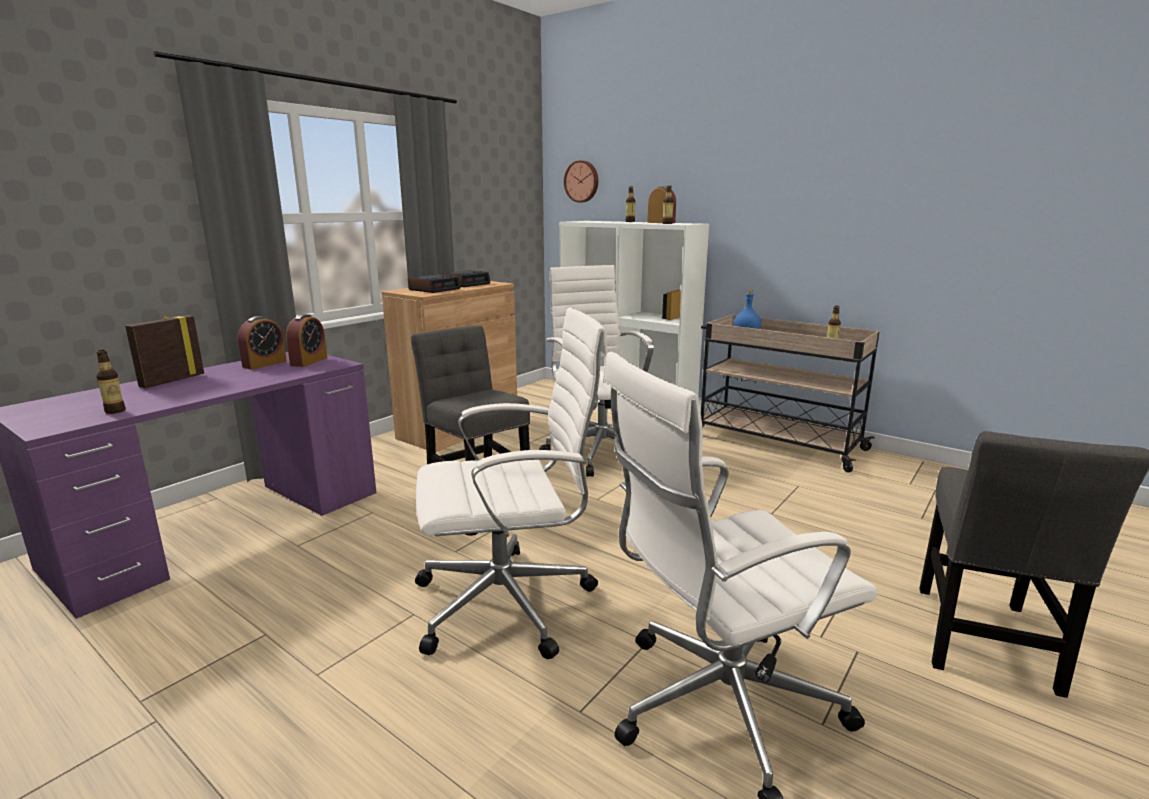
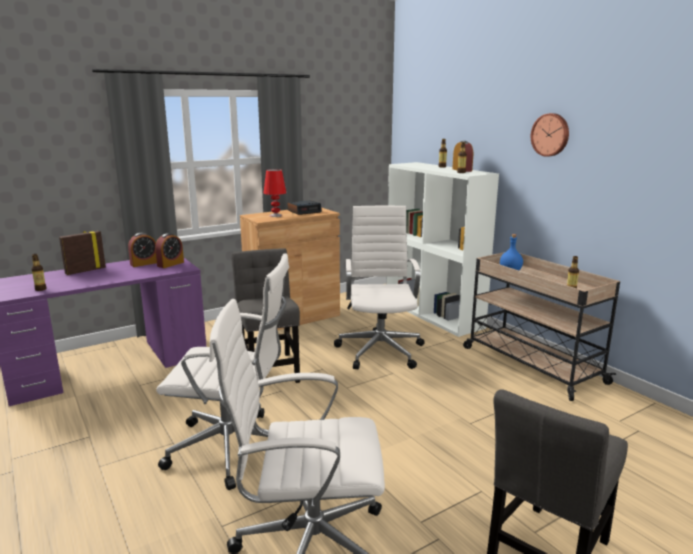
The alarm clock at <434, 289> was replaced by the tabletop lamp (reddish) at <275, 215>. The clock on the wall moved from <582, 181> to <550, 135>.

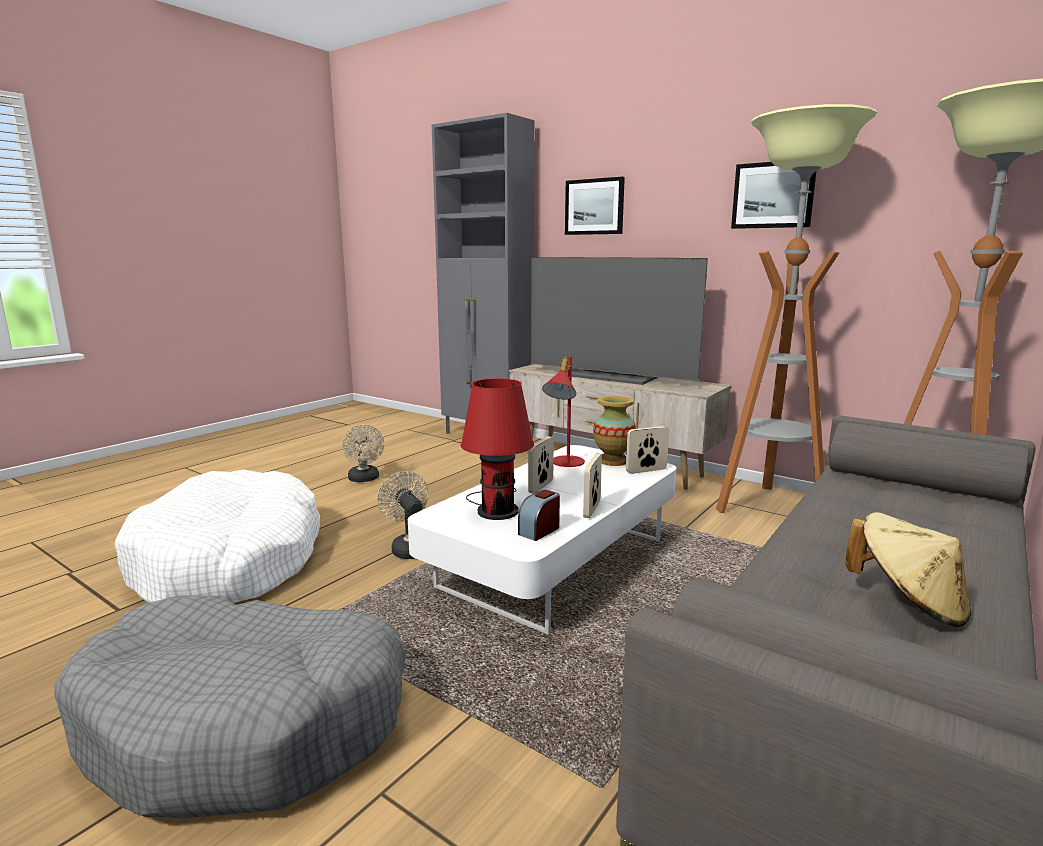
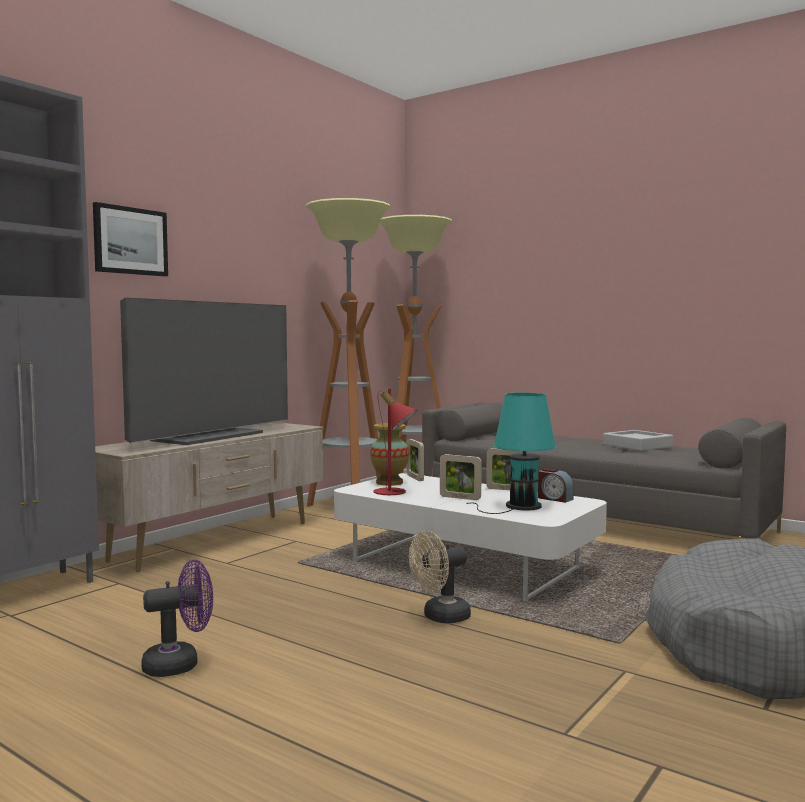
The dog cushion (white-coloured) at <230, 561> disappeared. The electric fan (beige) at <364, 479> became the electric fan (purple) at <180, 664>. The tabletop lamp (reddish) at <496, 509> became the tabletop lamp (blue-green) at <519, 506>. The wall art at <773, 195> disappeared. The hat (beige) at <907, 602> was replaced by the serving tray (gray) at <637, 445>.

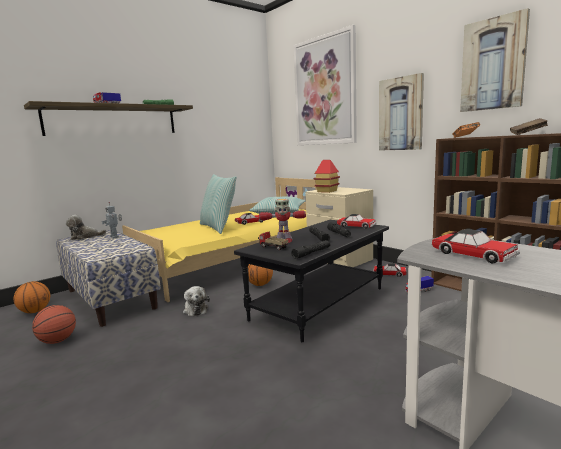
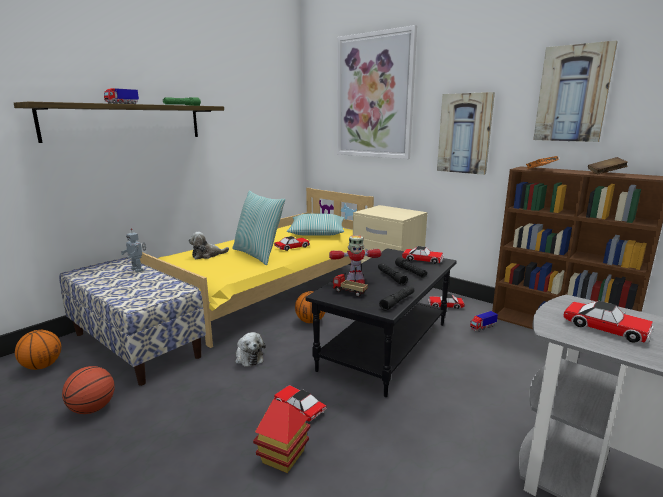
The plush toy moved from <85, 237> to <207, 255>. The toy house moved from <327, 191> to <283, 457>. The model car at <299, 407> appeared.

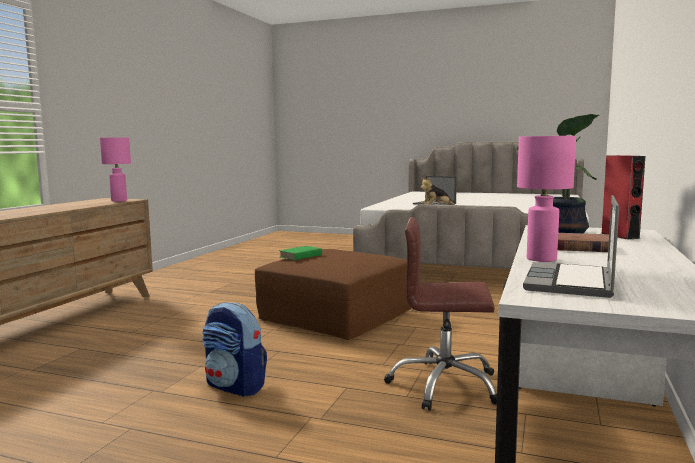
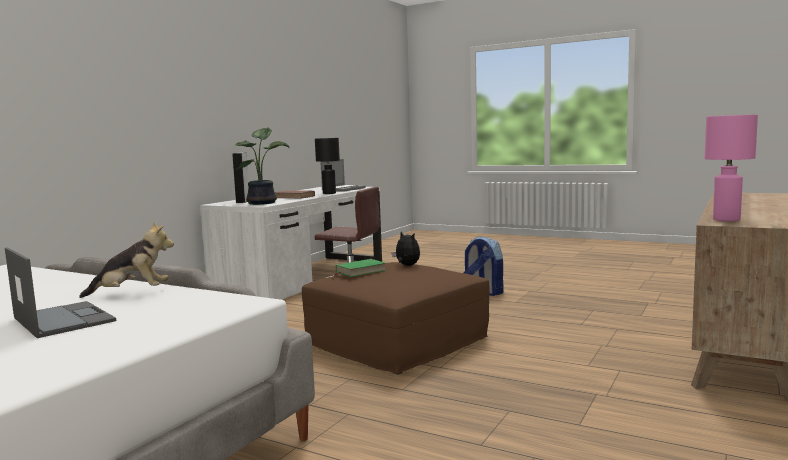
The bound book (green-coloured) moved from <301, 256> to <360, 271>. The tabletop lamp (pink-coloured) at <541, 259> became the tabletop lamp (blackish) at <329, 193>. The loudspeaker (reddish) at <620, 236> became the loudspeaker (gray) at <242, 201>. The plush toy at <406, 265> appeared.

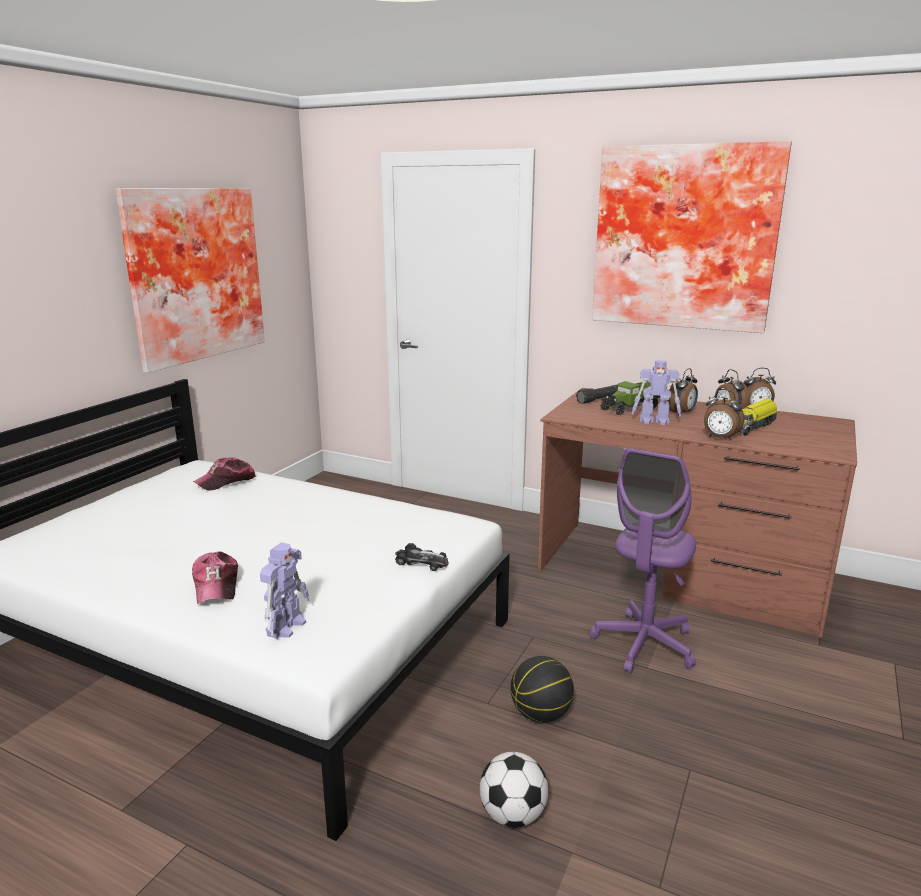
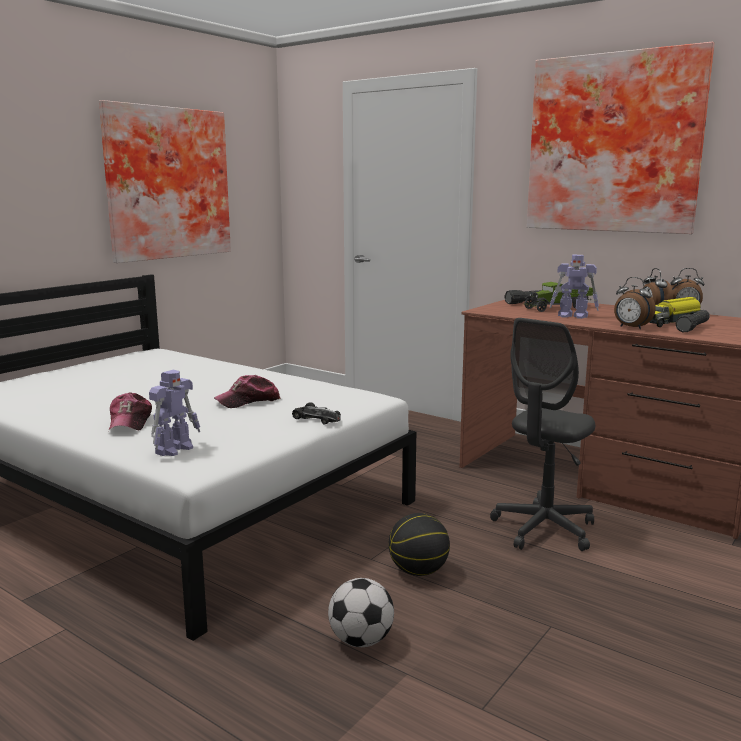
The cap moved from <226, 481> to <248, 401>. The office chair (purple) at <644, 644> became the office chair (gray) at <544, 529>. The alarm clock at <682, 413> disappeared. The torch (blackish) at <692, 328> appeared.

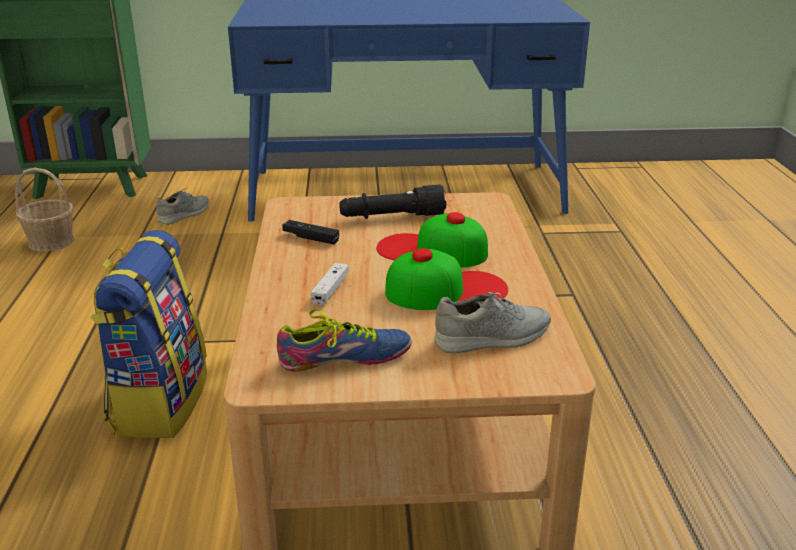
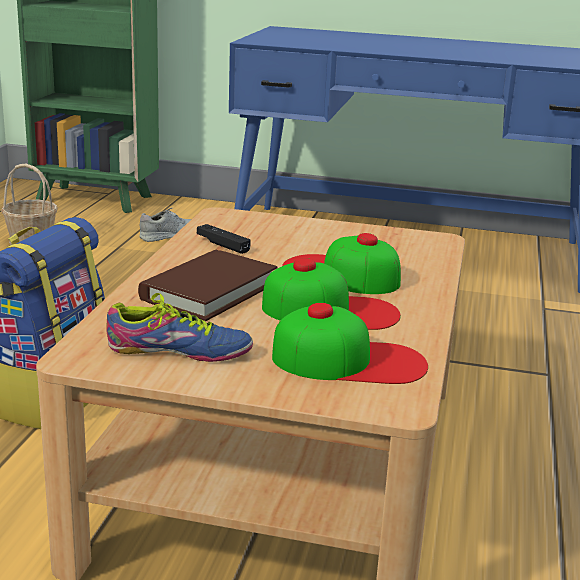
The joypad (white-coloured) at <330, 290> was replaced by the bound book (brownish) at <209, 291>. The torch (blackish) at <392, 217> disappeared. The low shoe (gray) at <493, 338> was replaced by the cap at <349, 360>.

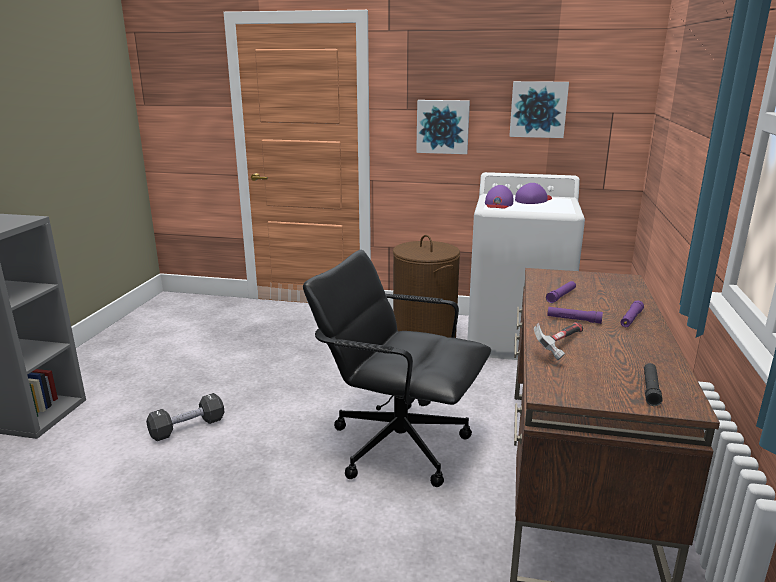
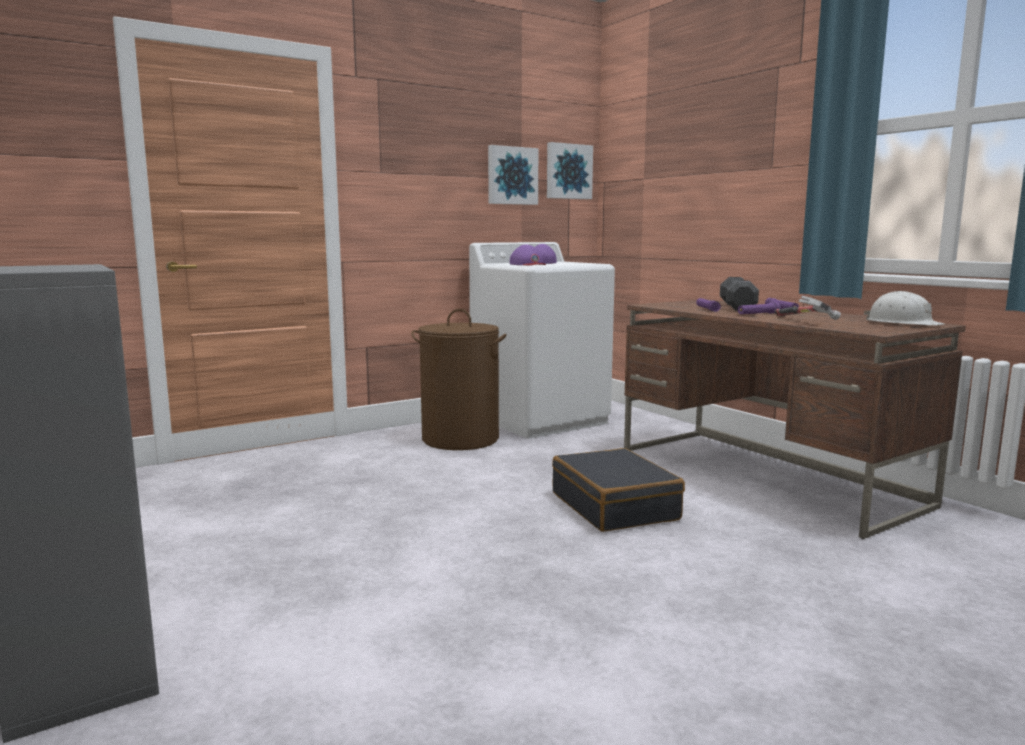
The hand weight (blackish) moved from <187, 427> to <737, 307>. The office chair (blackish) at <398, 444> was replaced by the travel case (blackish) at <615, 506>. The wall art moved from <443, 126> to <568, 171>. The torch (blackish) at <650, 389> was replaced by the hard hat (white-coloured) at <902, 323>.

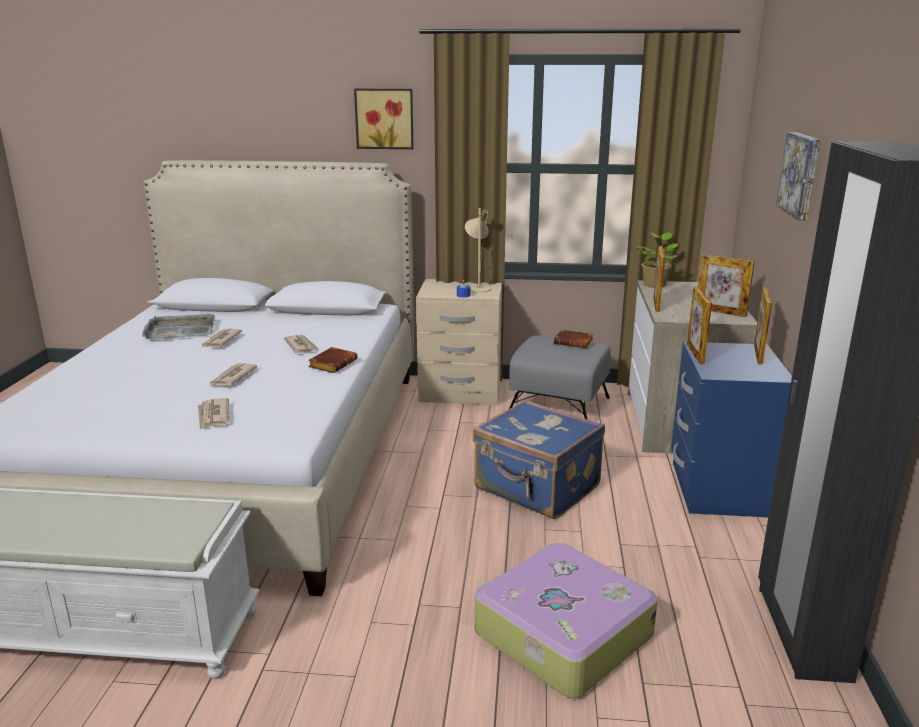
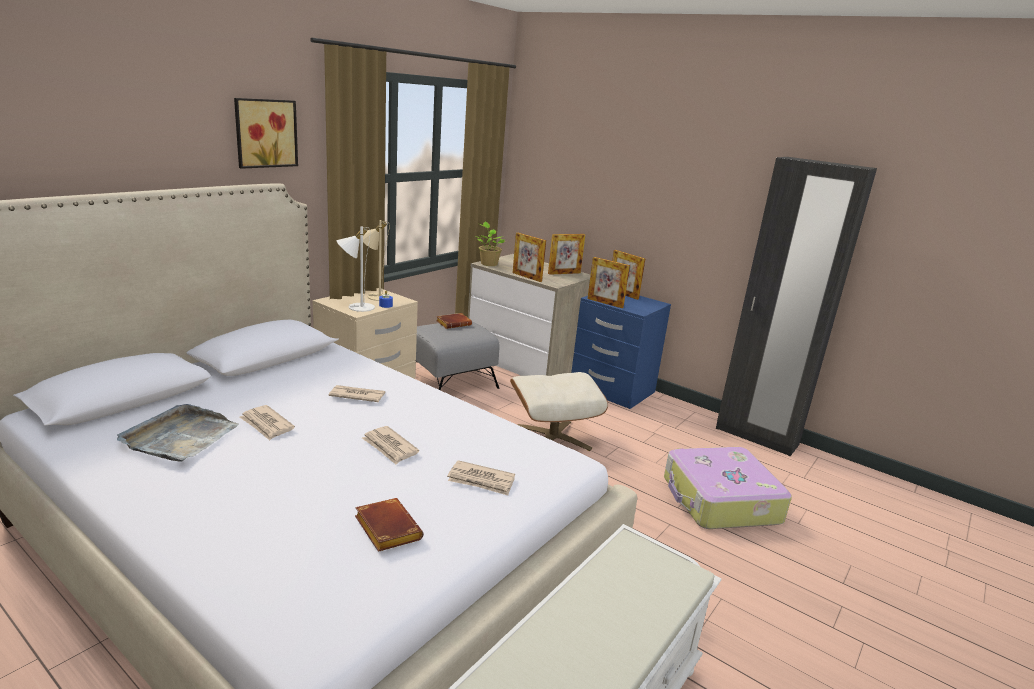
The bound book (brownish) moved from <332, 364> to <385, 529>. The travel case (blue) at <536, 489> was replaced by the ottoman (beige) at <552, 437>. The wall art at <801, 175> disappeared. The tabletop lamp (white-coloured) at <356, 306> appeared.

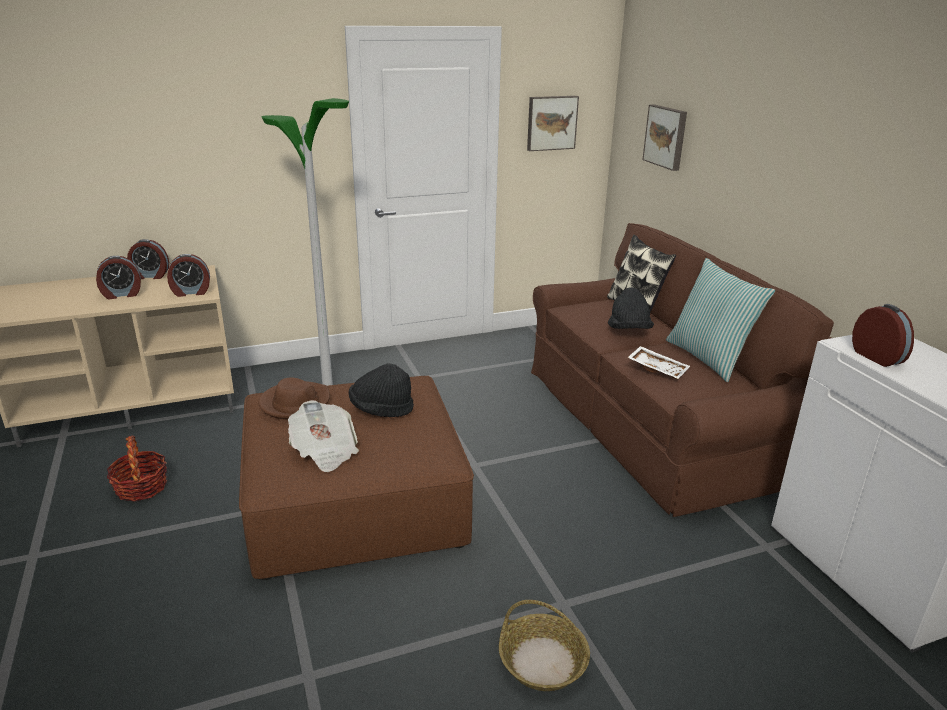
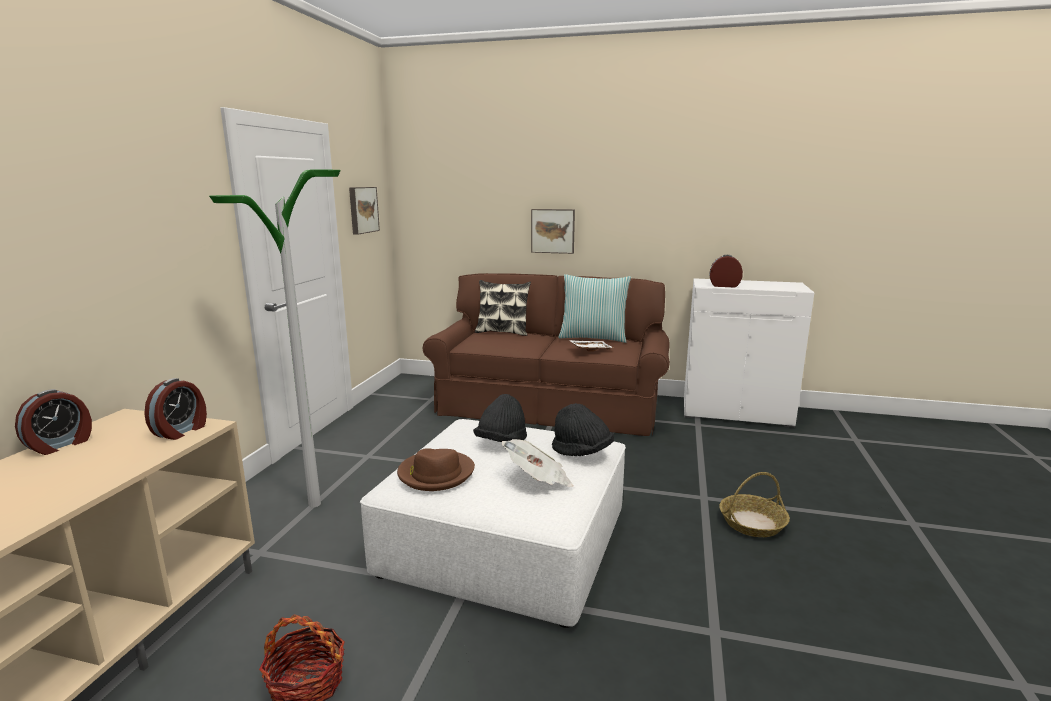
The alarm clock at <122, 294> disappeared. The ottoman (brownish) at <353, 498> became the ottoman (white-coloured) at <504, 541>. The hat (blackish) moved from <628, 330> to <582, 452>. The wall art moved from <666, 136> to <553, 231>.

